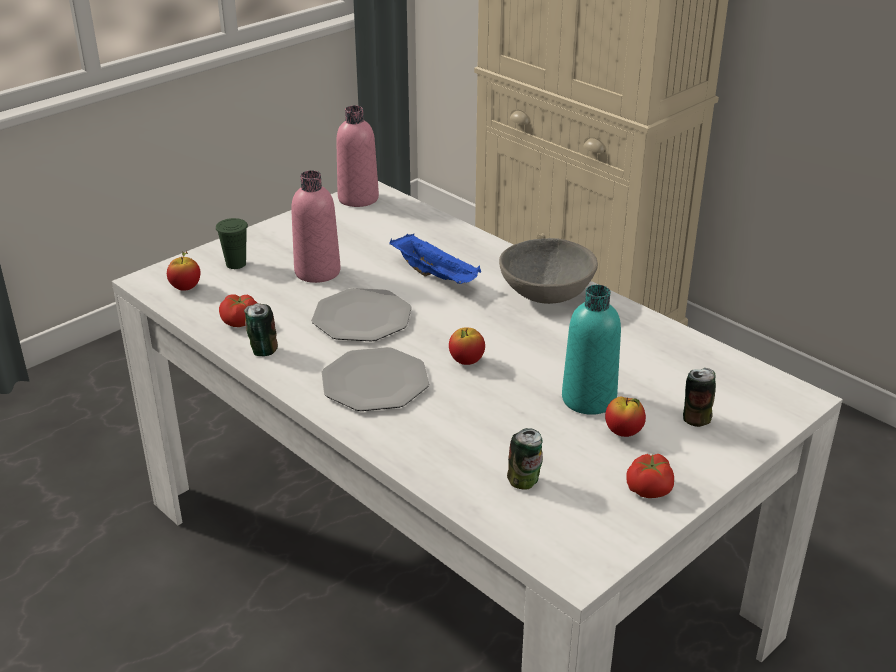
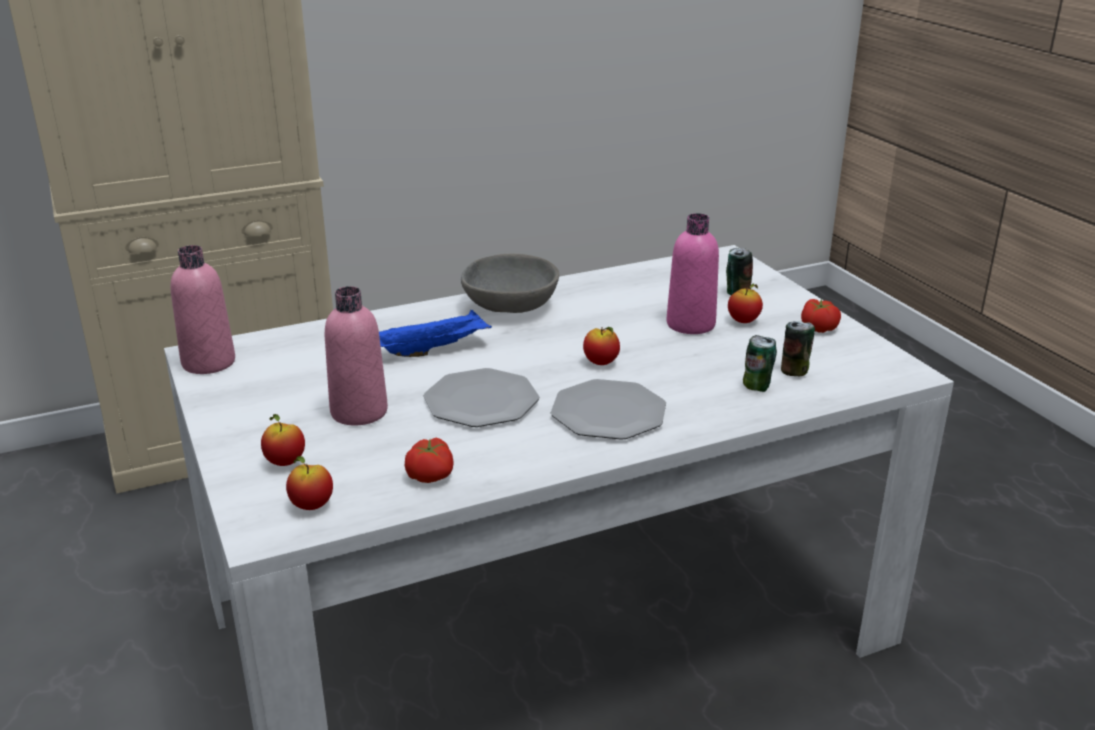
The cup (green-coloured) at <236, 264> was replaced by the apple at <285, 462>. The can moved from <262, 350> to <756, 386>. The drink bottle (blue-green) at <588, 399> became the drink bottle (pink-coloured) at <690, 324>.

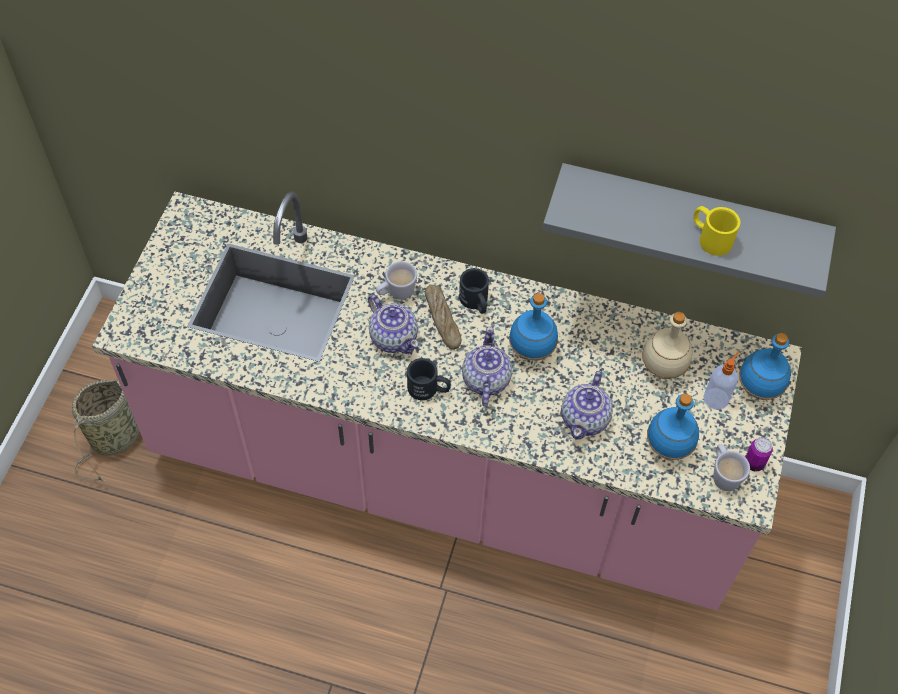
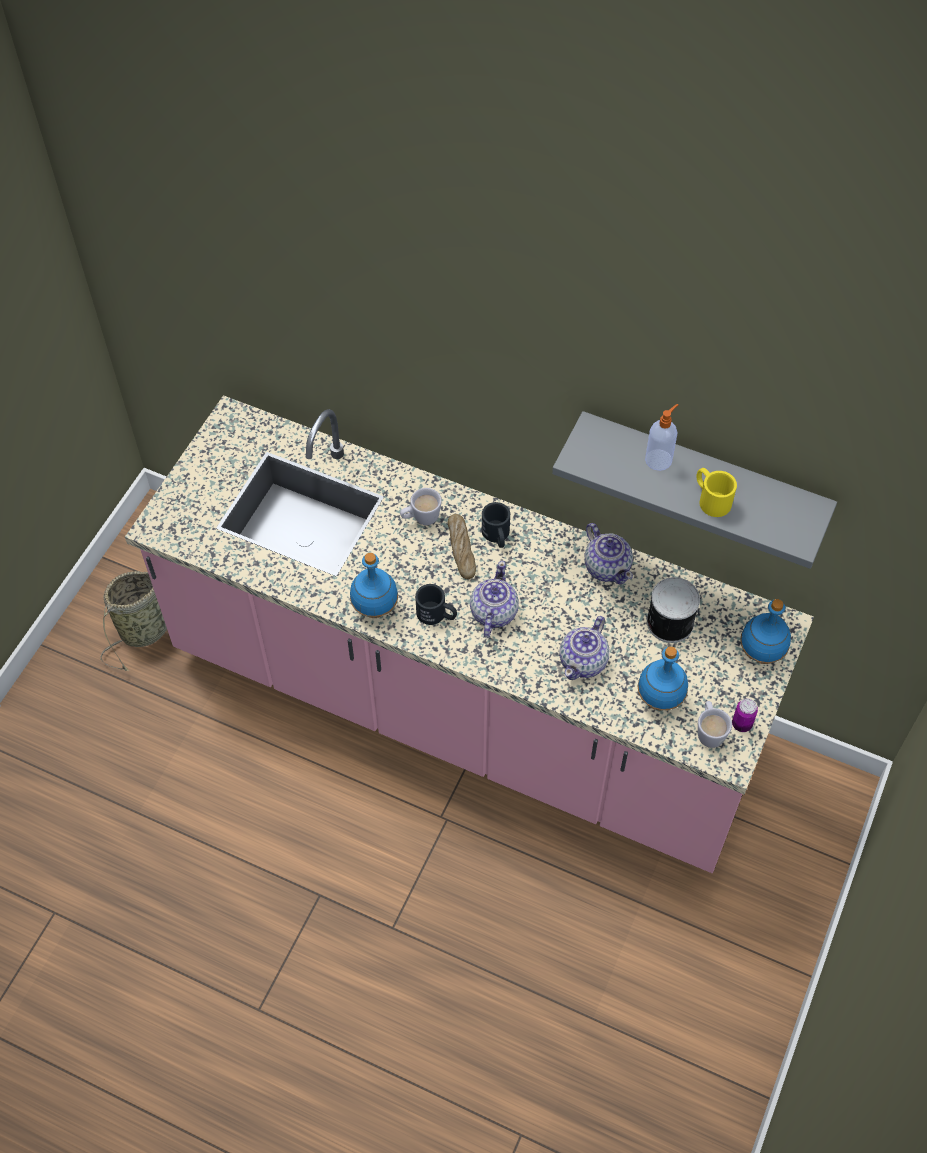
The teapot moved from <394, 337> to <607, 566>. The drink bottle (blue) moved from <531, 350> to <374, 607>. The drink bottle (beige) at <662, 368> was replaced by the can at <668, 621>. The soap dispenser moved from <716, 398> to <659, 459>.

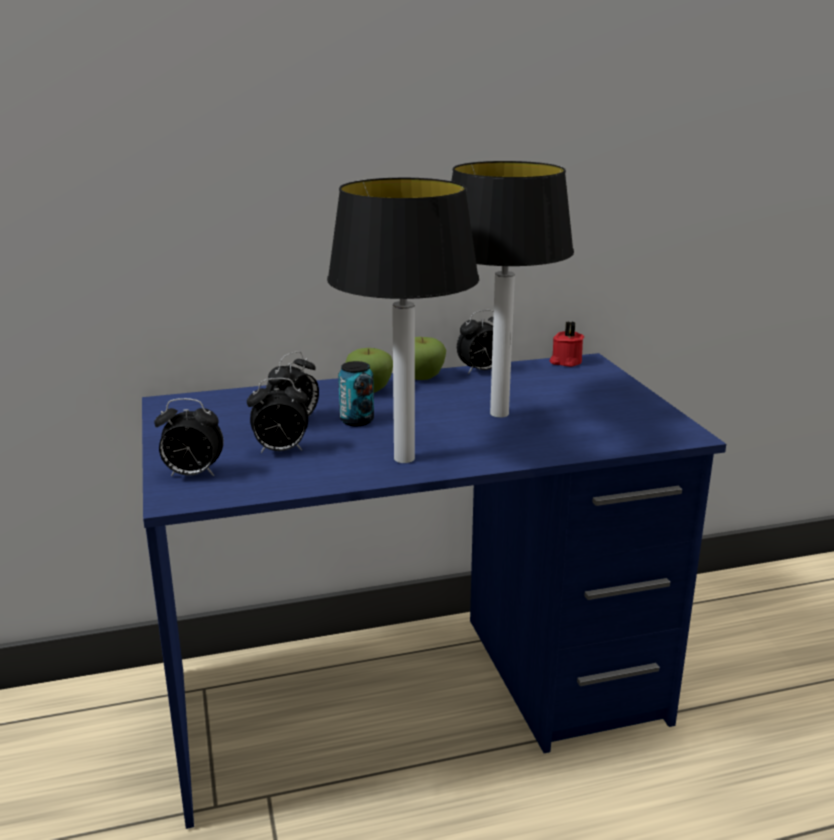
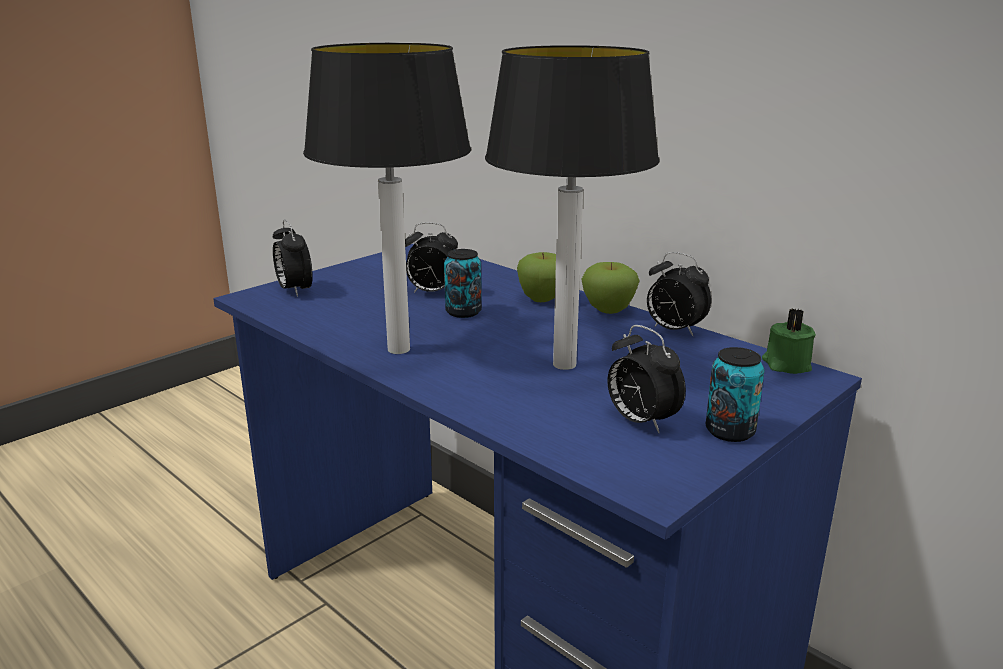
The alarm clock moved from <280, 451> to <640, 421>. The wax candle (reddish) at <565, 362> became the wax candle (green-coloured) at <785, 365>. The can at <730, 431> appeared.

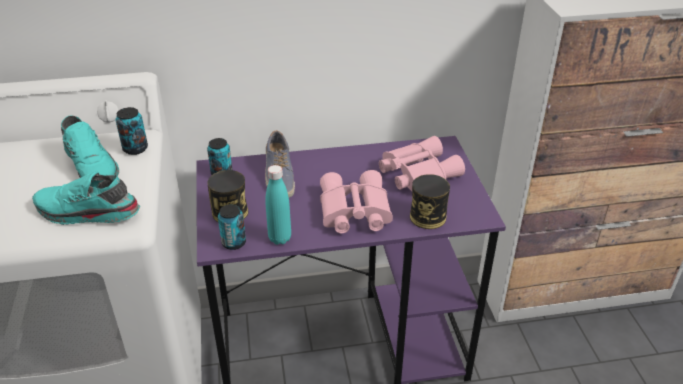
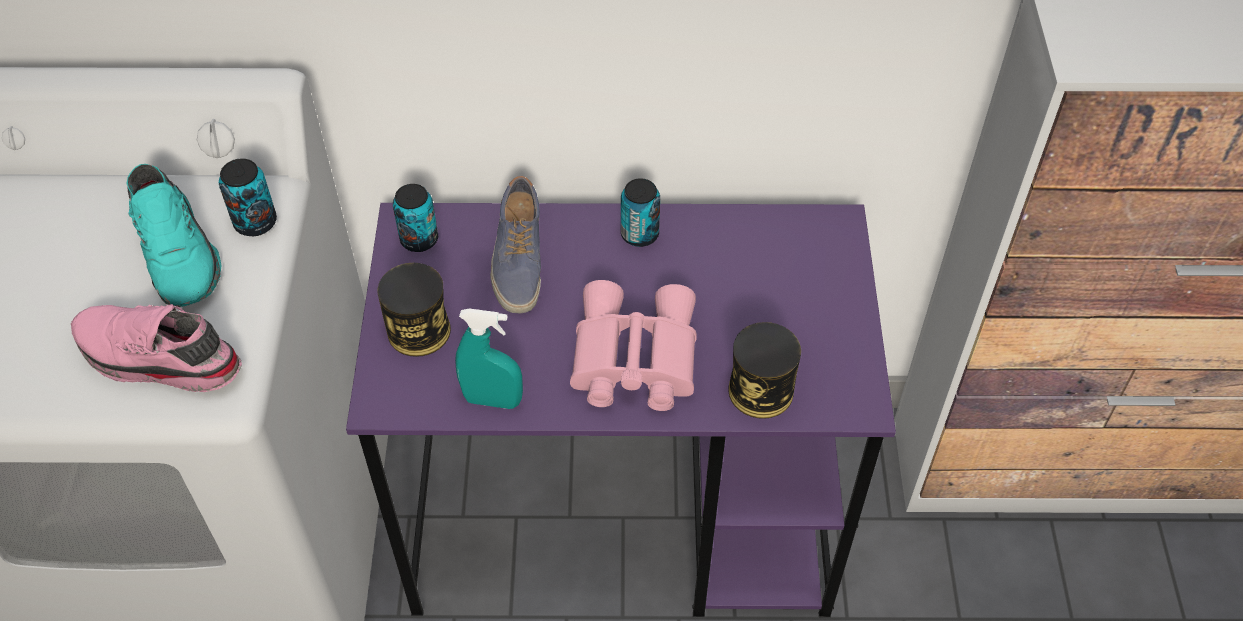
The low shoe (blue-green) at <86, 213> became the low shoe (pink-coloured) at <157, 360>. The can moved from <234, 243> to <639, 234>. The drink bottle (blue-green) at <280, 238> was replaced by the hand sprayer (blue-green) at <492, 400>. The pair of binoculars (pink-coloured) at <416, 172> disappeared.

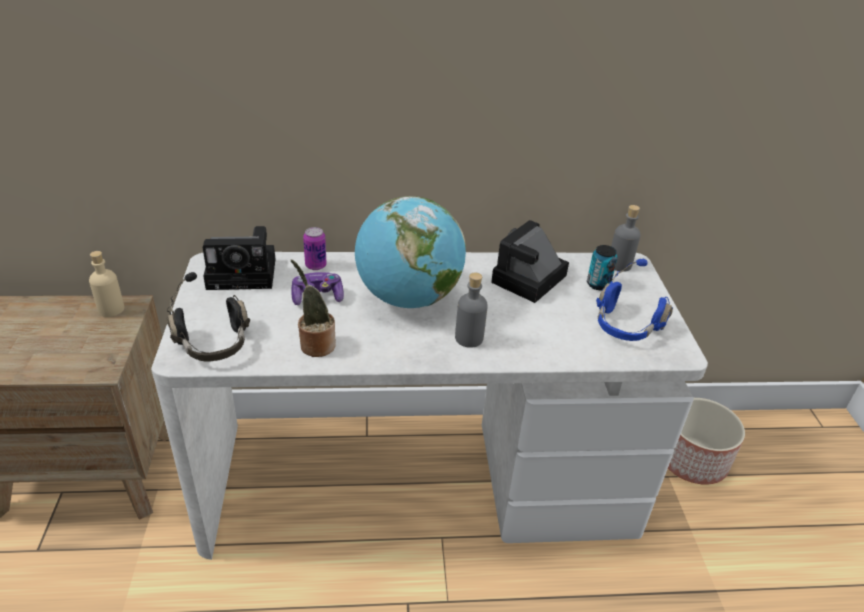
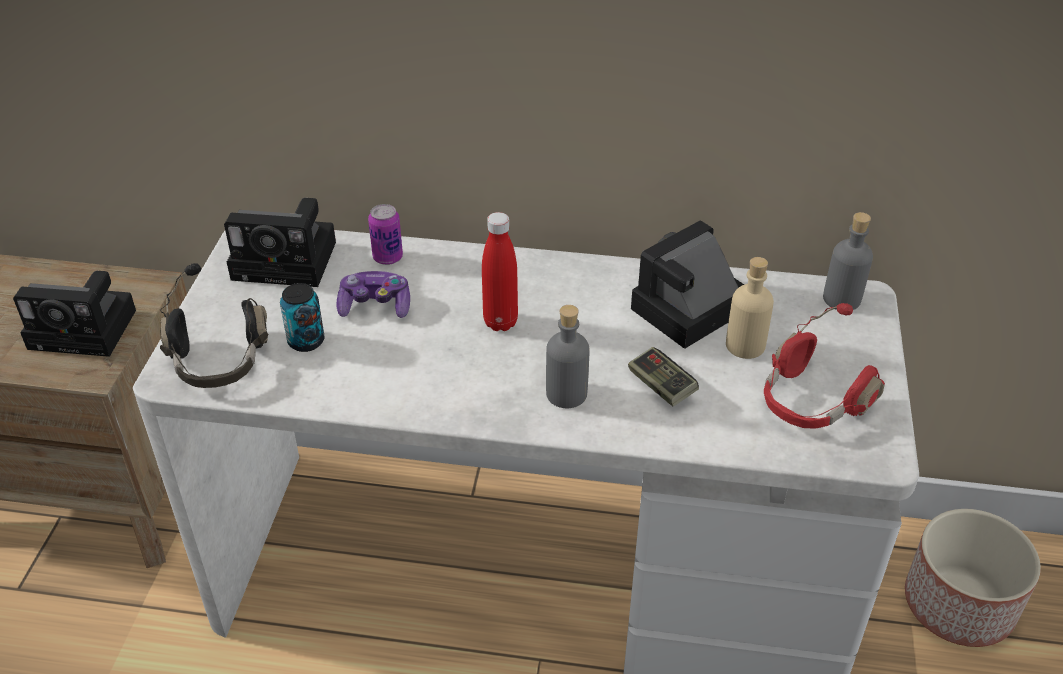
The drink bottle (beige) moved from <111, 309> to <745, 345>. The potted plant at <315, 344> disappeared. The world globe at <408, 298> was replaced by the drink bottle (reddish) at <500, 322>. The can moved from <598, 284> to <306, 341>. The headset (blue) at <626, 326> became the headset (reddish) at <811, 402>. The still camera at <87, 329> appeared. The joypad at <661, 386> appeared.

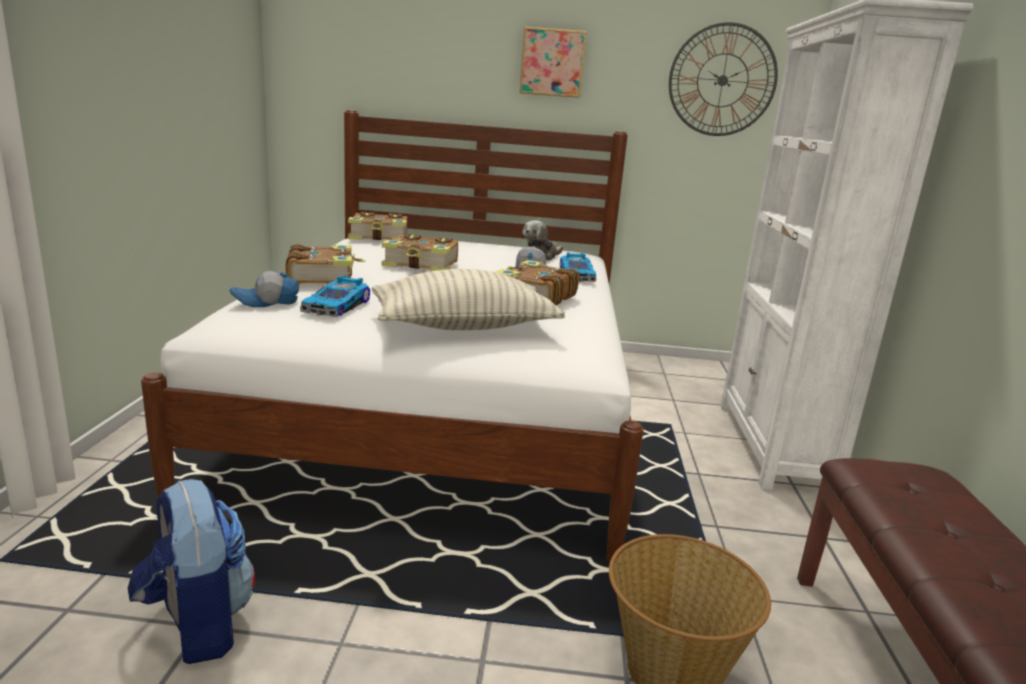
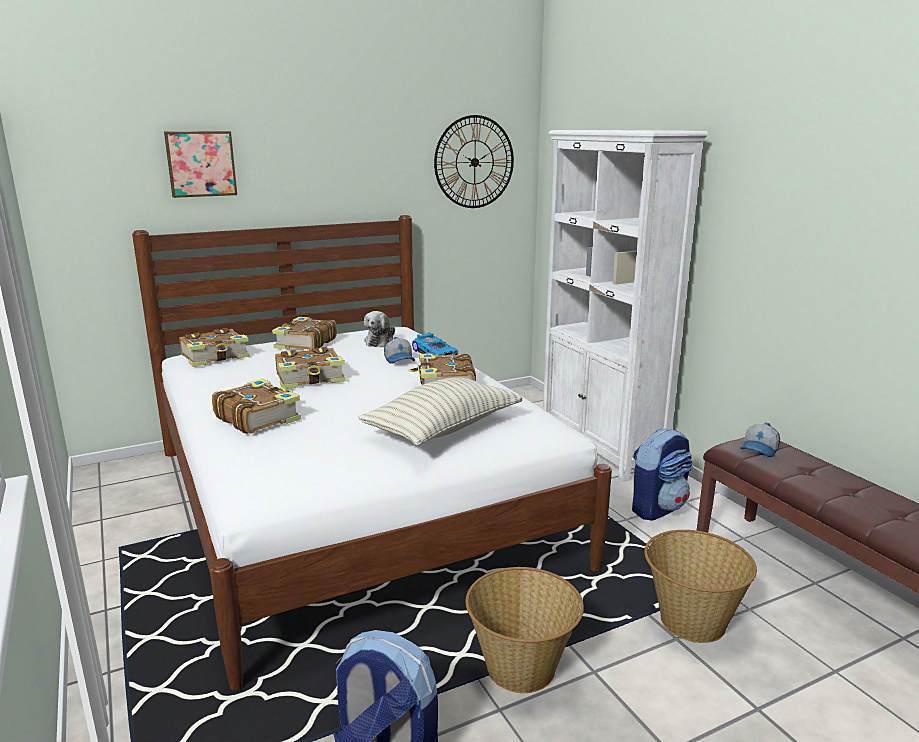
The cap moved from <266, 302> to <760, 449>. The model car at <338, 306> disappeared. The wall art moved from <552, 63> to <201, 164>. The bound book at <305, 343> appeared. The storage basket at <521, 668> appeared. The backpack at <658, 508> appeared.

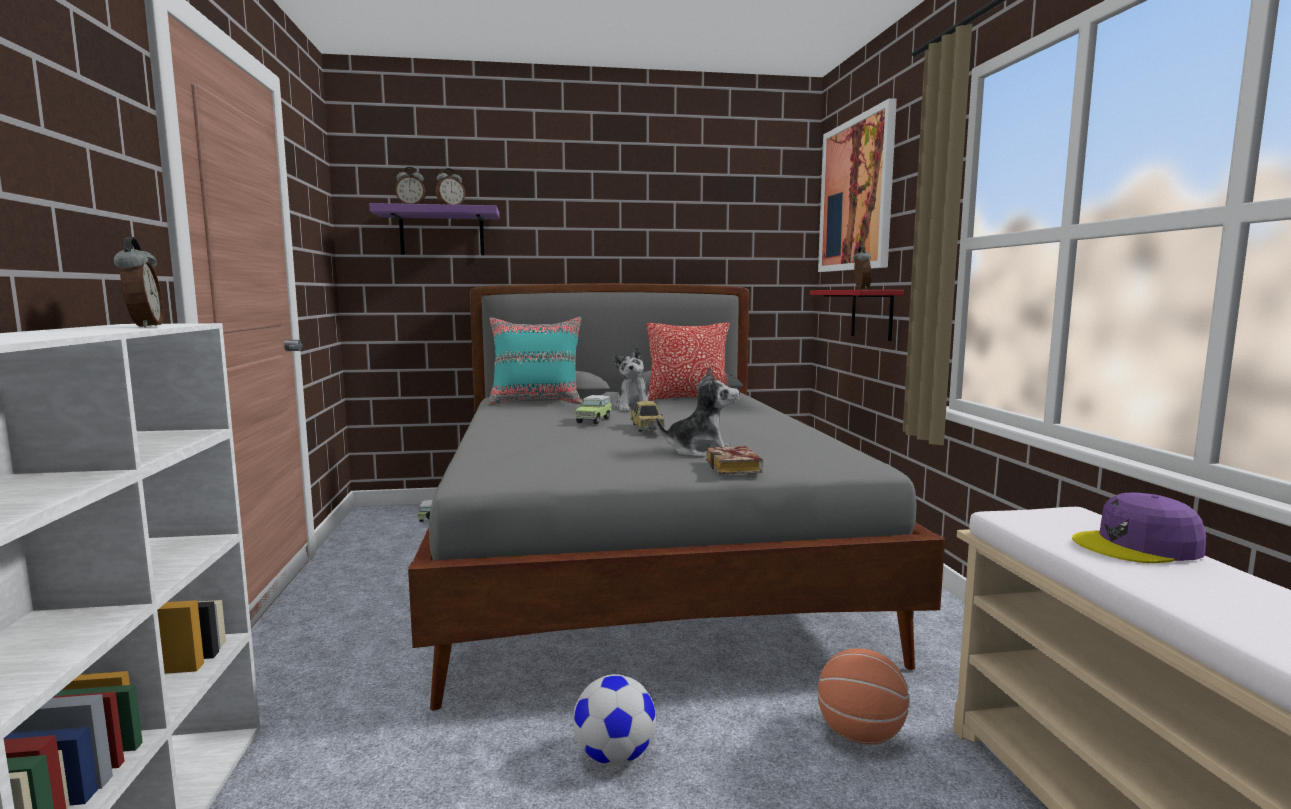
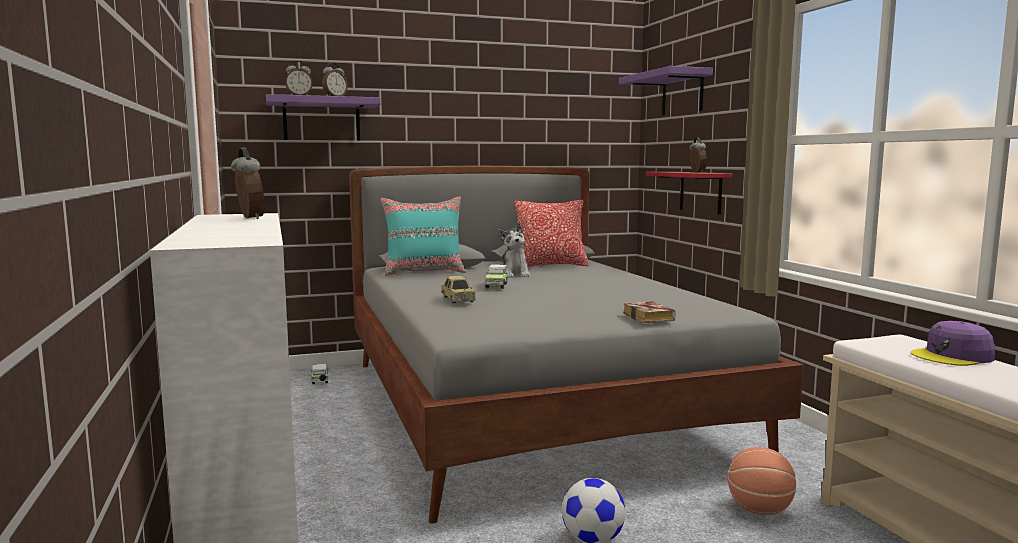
The model car moved from <647, 427> to <457, 299>. The plush toy at <700, 452> disappeared. The wall art at <856, 195> was replaced by the wall shelf (purple) at <682, 93>.

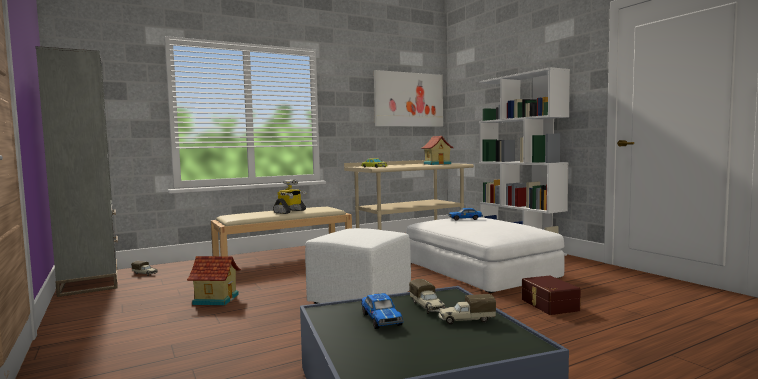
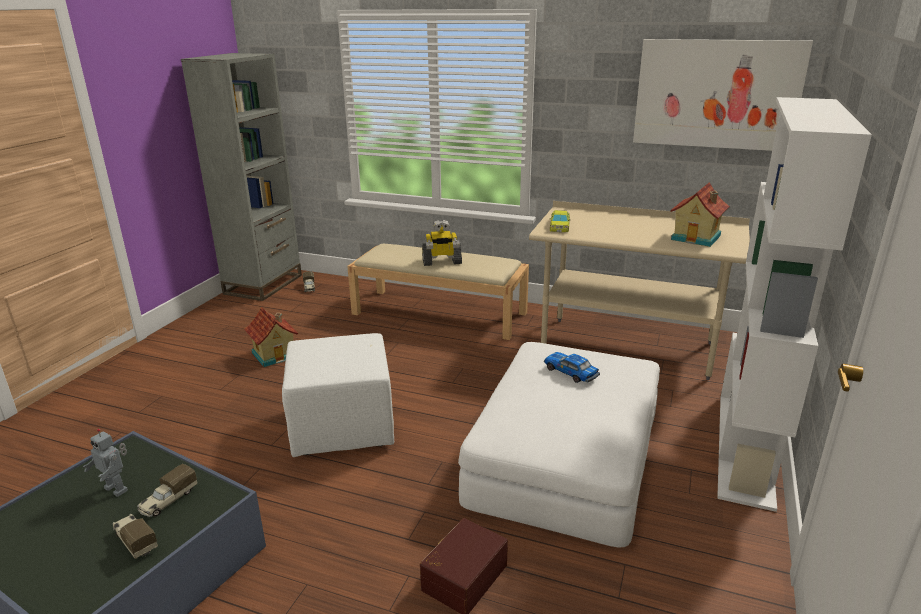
The model car at <381, 319> was replaced by the model robot at <117, 489>.

